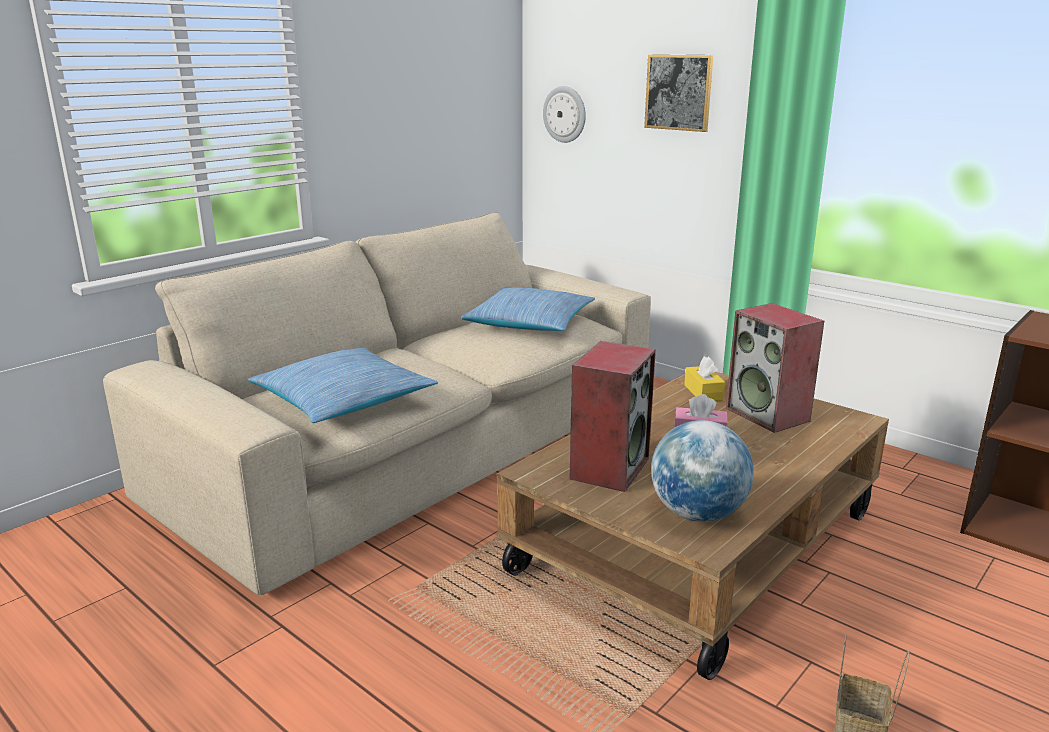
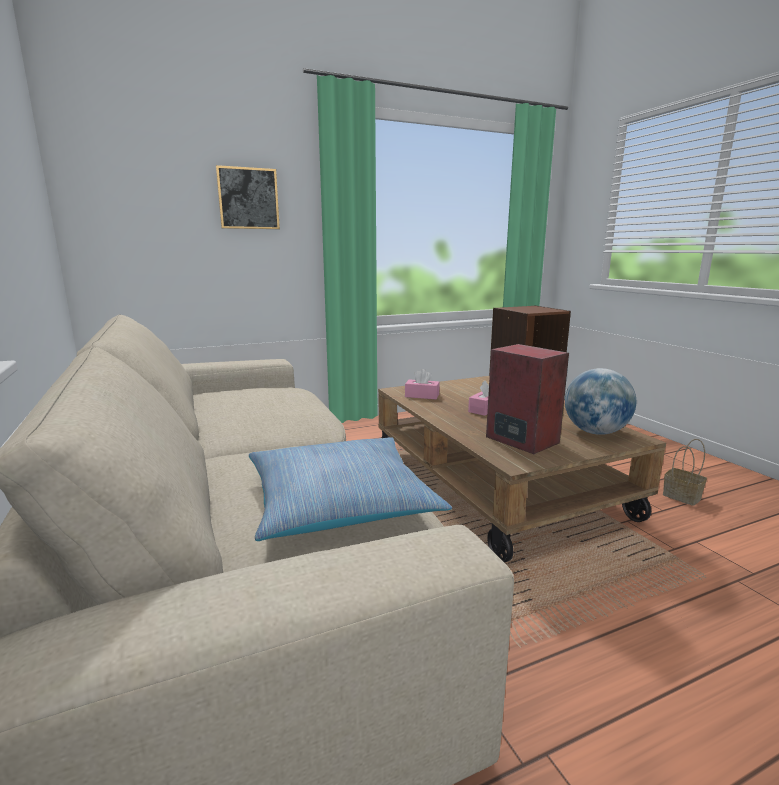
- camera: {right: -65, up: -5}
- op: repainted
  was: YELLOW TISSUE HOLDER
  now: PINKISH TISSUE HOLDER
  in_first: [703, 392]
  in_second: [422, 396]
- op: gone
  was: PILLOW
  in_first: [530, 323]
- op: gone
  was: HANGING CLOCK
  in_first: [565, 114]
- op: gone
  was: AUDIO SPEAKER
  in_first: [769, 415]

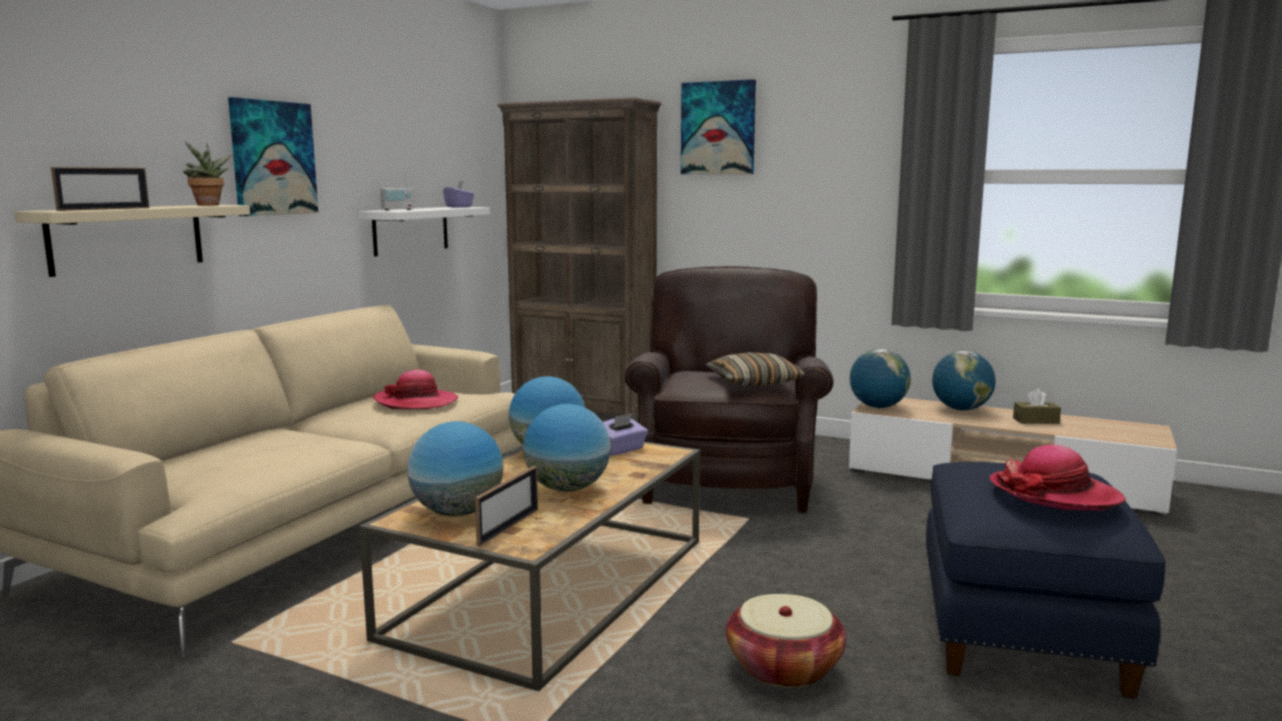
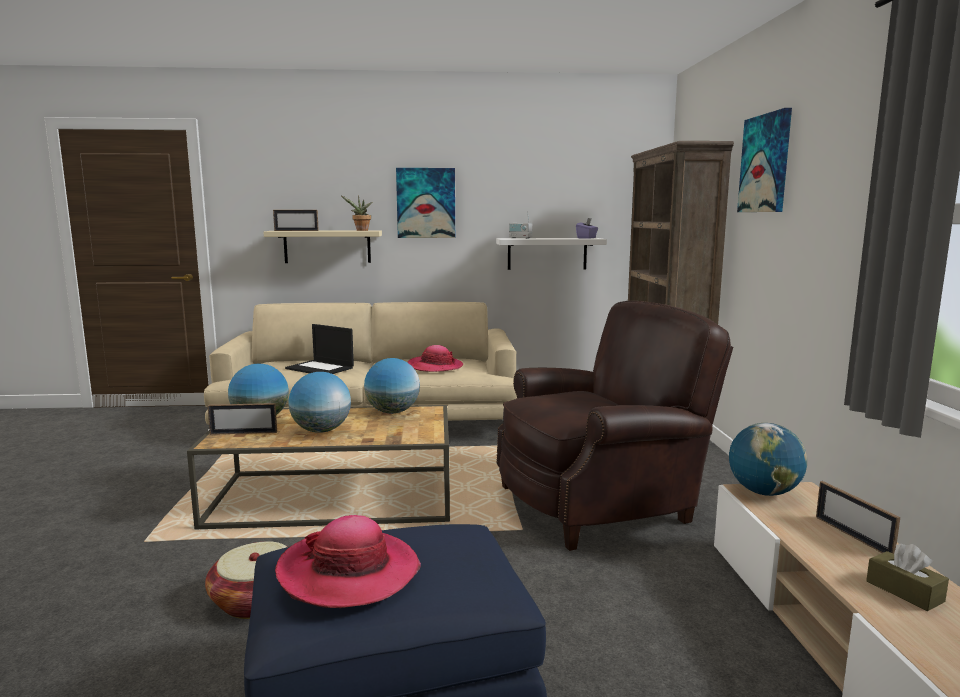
- camera: {right: 60, up: 0}
- op: new
  now: PORTABLE COMPUTER
  in_second: [321, 368]
- op: swapped
  was: GLOBE
  now: PICTURE FRAME
  in_first: [961, 409]
  in_second: [852, 536]
- op: gone
  was: PURPLE TISSUE HOLDER
  in_first: [621, 450]
- op: gone
  was: PILLOW
  in_first: [754, 382]

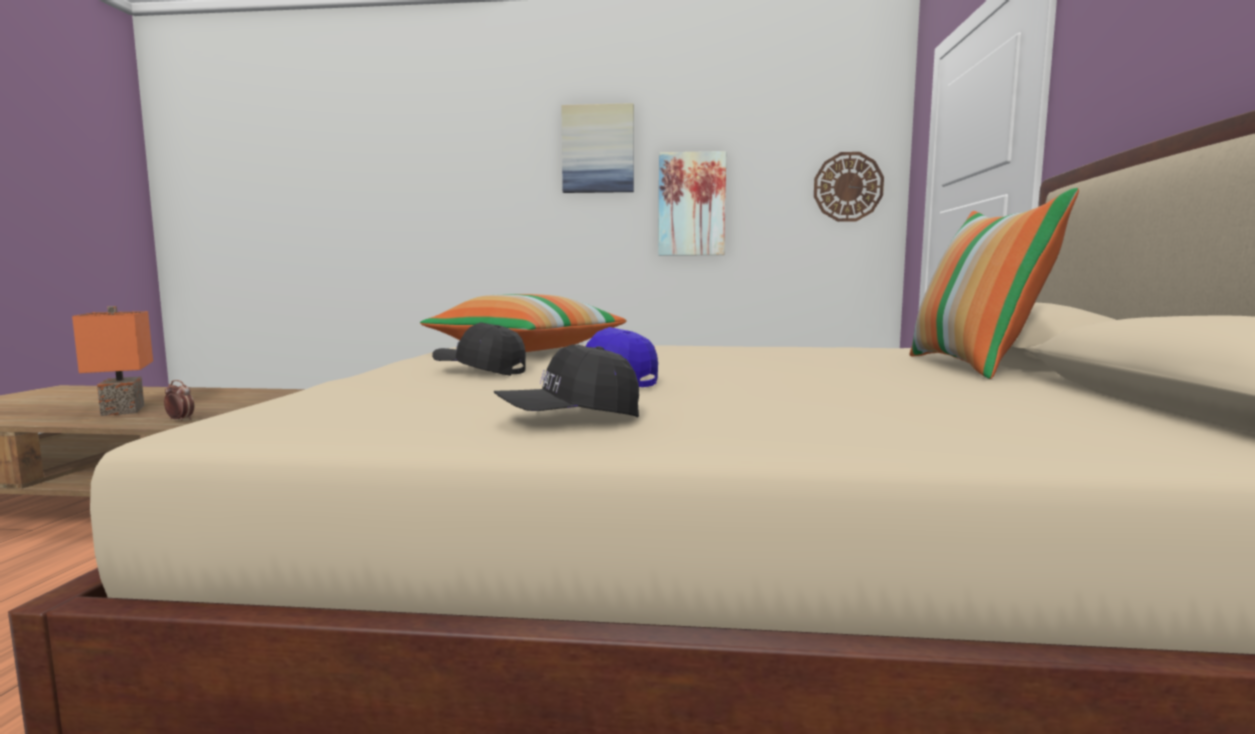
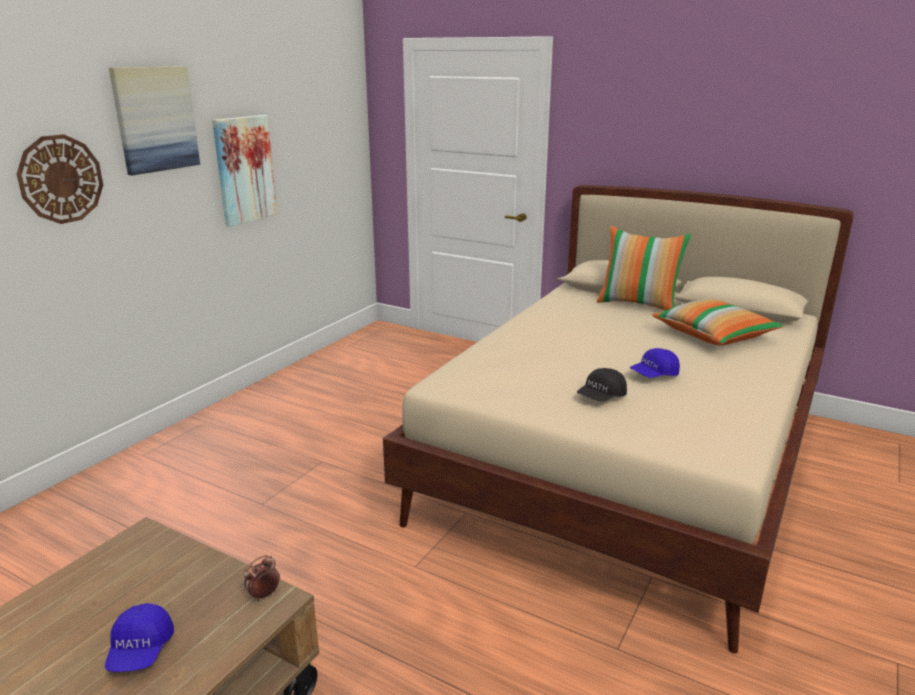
- camera: {right: -65, up: 15}
- op: shifted
  was: HANGING CLOCK
  in_first: [848, 187]
  in_second: [61, 179]
- op: swapped
  was: ORANGE-COLOURED TABLETOP LAMP
  now: BLUE BASEBALL CAP
  in_first: [126, 410]
  in_second: [141, 651]
- op: shifted
  was: PILLOW
  in_first: [526, 349]
  in_second: [714, 336]
- op: gone
  was: BLACK BASEBALL CAP
  in_first: [570, 418]

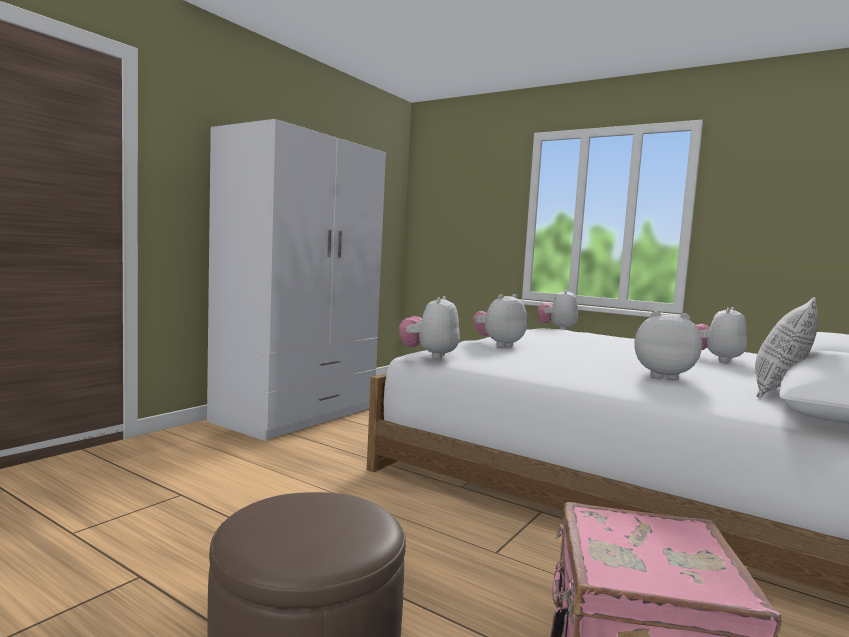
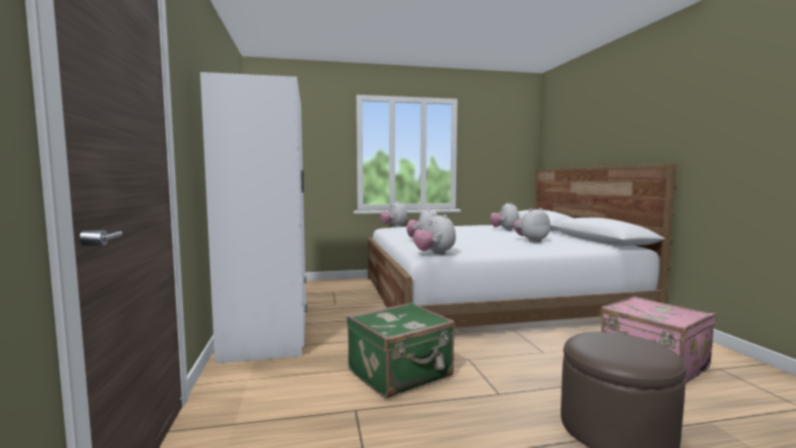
- camera: {right: -45, up: 0}
- op: new
  now: GREEN-COLOURED PIECE OF LUGGAGE
  in_second: [401, 374]
- op: gone
  was: PILLOW
  in_first: [779, 393]

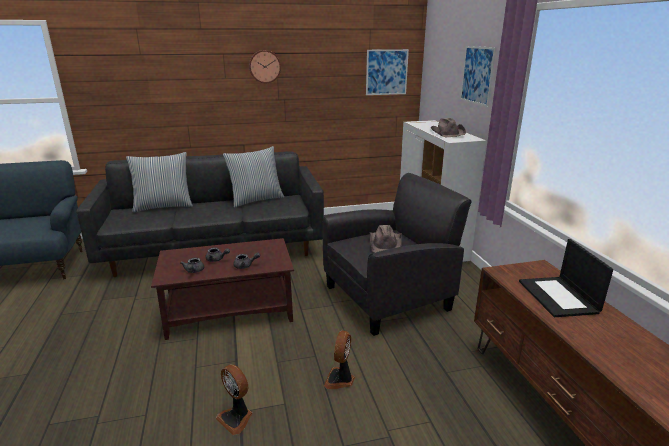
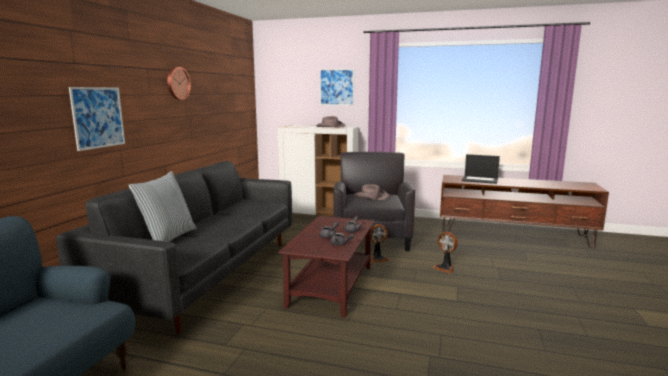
- camera: {right: -60, up: -10}
- op: shifted
  was: WALL PICTURE
  in_first: [386, 72]
  in_second: [98, 117]
- op: shifted
  was: ELECTRIC FAN
  in_first: [236, 418]
  in_second: [378, 258]
- op: gone
  was: PILLOW
  in_first: [256, 200]

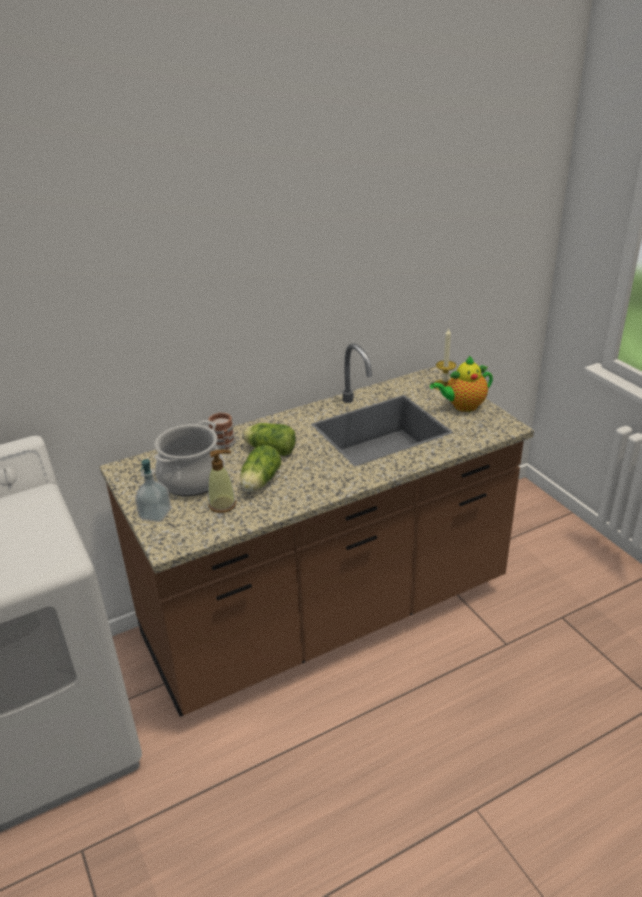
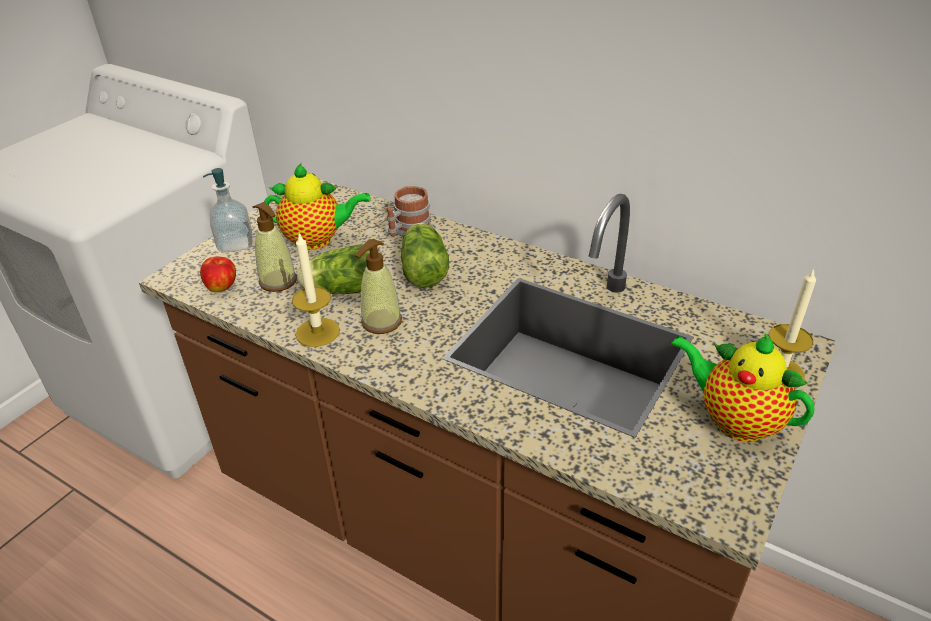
- camera: {right: 60, up: 5}
- op: new
  now: WHOLE APPLE
  in_second: [222, 287]
- op: swapped
  was: SAUCEPOT
  now: POT FOR TEA
  in_first: [192, 480]
  in_second: [317, 240]
- op: new
  now: WAX LIGHT
  in_second: [317, 332]
- op: new
  now: SOAP DISPENSER
  in_second: [381, 322]

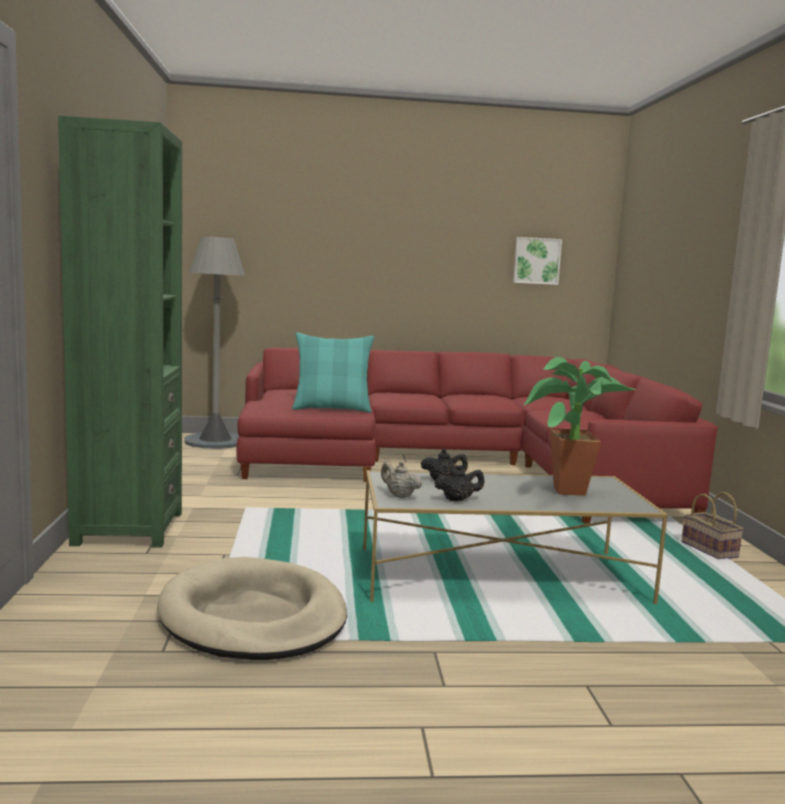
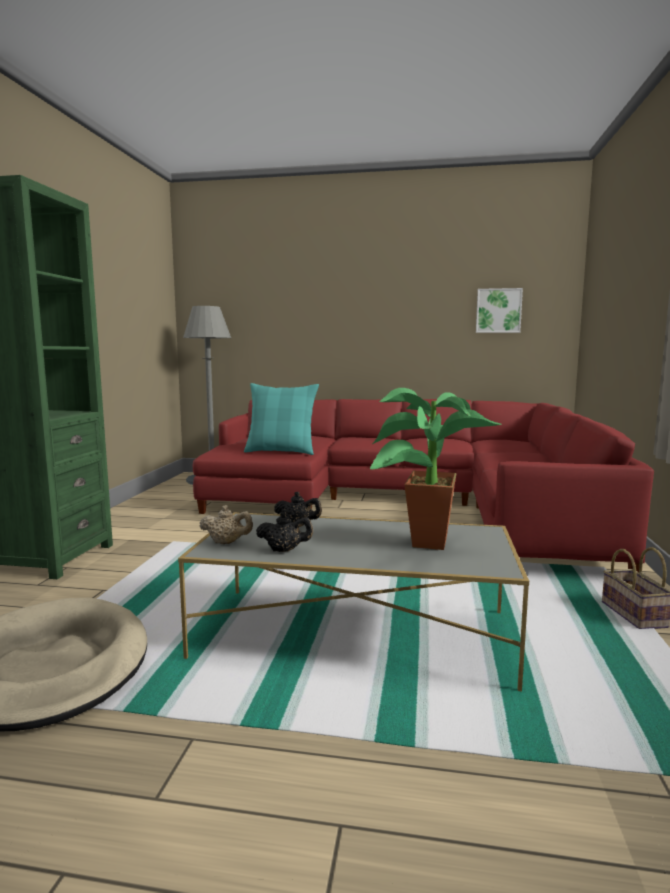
- camera: {right: 15, up: 0}
- op: rotated
  was: SAND-COLOURED POT FOR TEA
  in_first: [399, 495]
  in_second: [227, 543]
  clockwise: 135

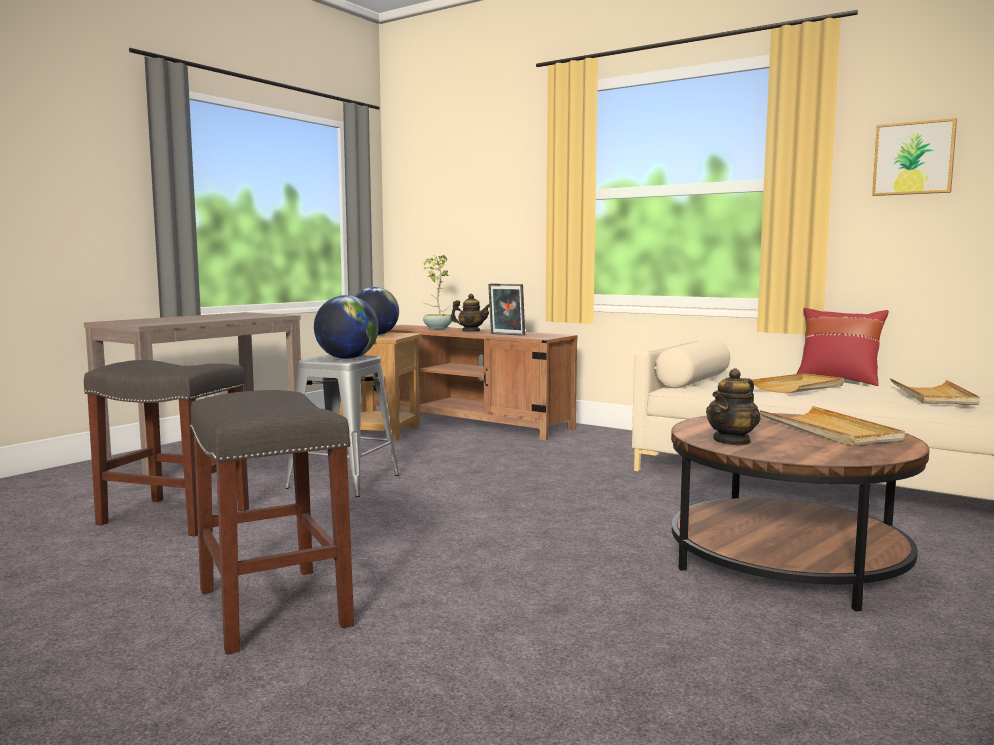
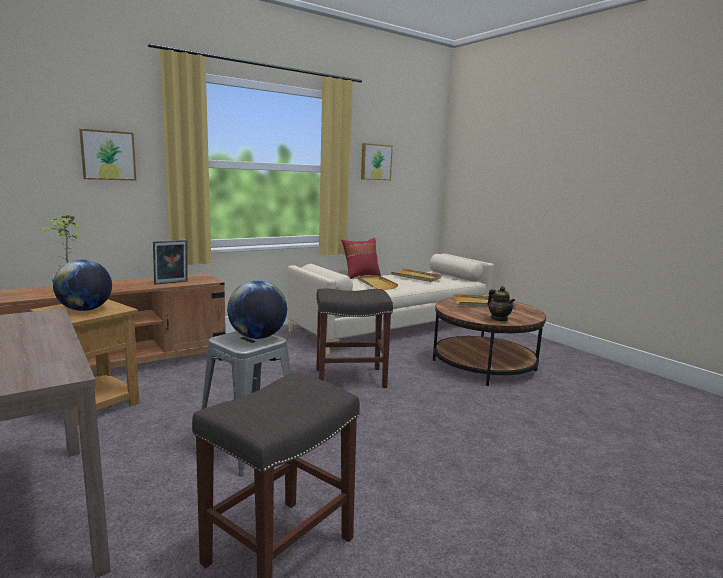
- camera: {right: -70, up: 5}
- op: new
  now: WALL PICTURE
  in_second: [108, 155]
- op: shifted
  was: GRAY SITTING STOOL
  in_first: [271, 607]
  in_second: [349, 378]
- op: gone
  was: POT FOR TEA
  in_first: [471, 331]

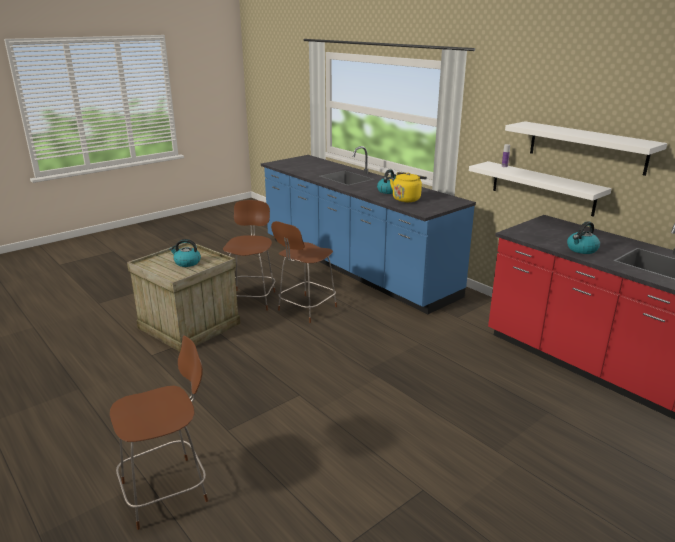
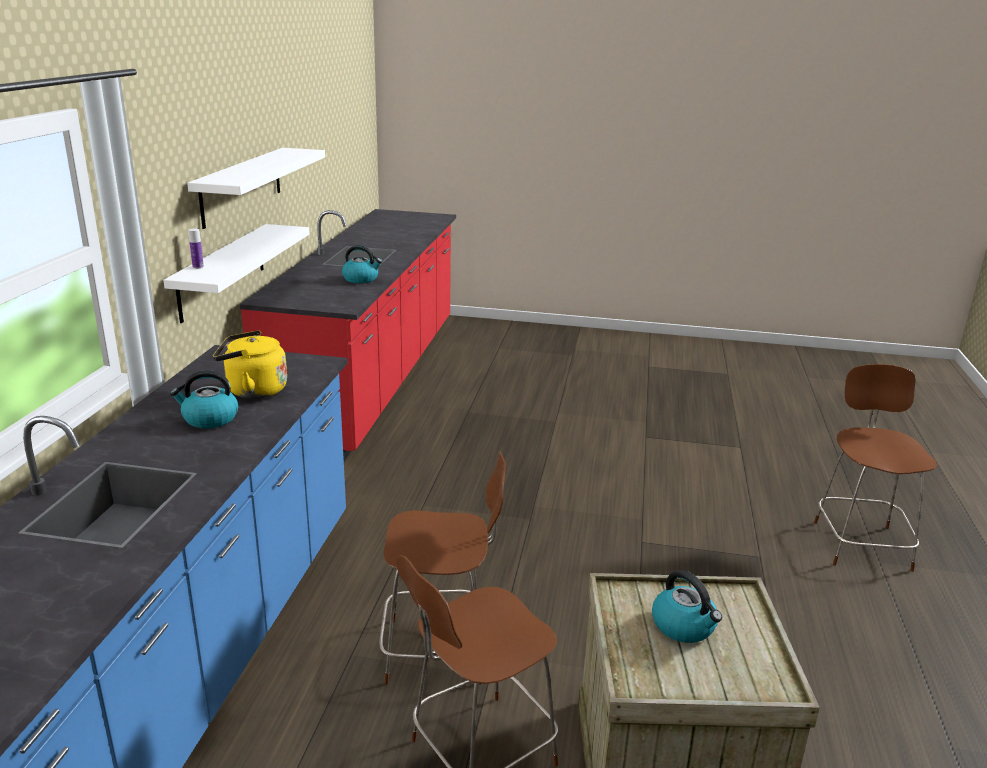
- camera: {right: -130, up: 0}
- op: rotated
  was: BROWN UPRIGHT CHAIR
  in_first: [168, 490]
  in_second: [860, 543]
  clockwise: 75

